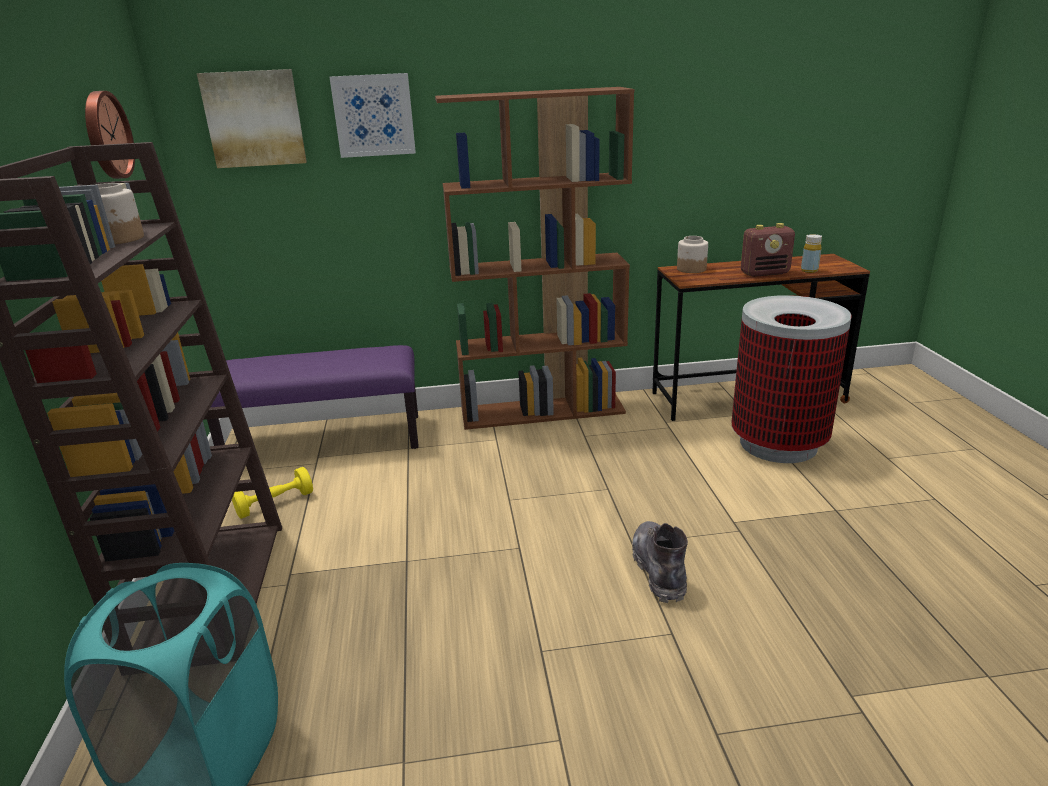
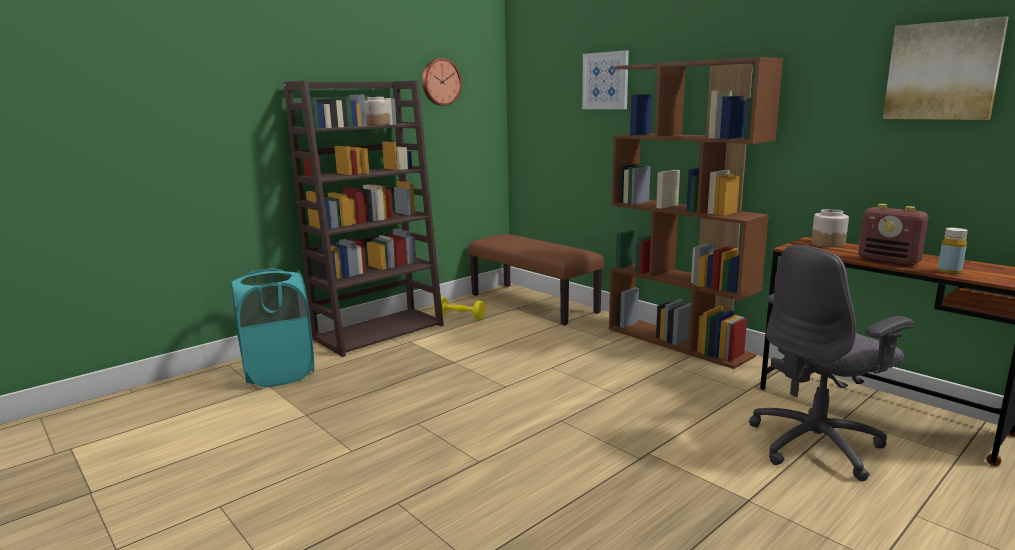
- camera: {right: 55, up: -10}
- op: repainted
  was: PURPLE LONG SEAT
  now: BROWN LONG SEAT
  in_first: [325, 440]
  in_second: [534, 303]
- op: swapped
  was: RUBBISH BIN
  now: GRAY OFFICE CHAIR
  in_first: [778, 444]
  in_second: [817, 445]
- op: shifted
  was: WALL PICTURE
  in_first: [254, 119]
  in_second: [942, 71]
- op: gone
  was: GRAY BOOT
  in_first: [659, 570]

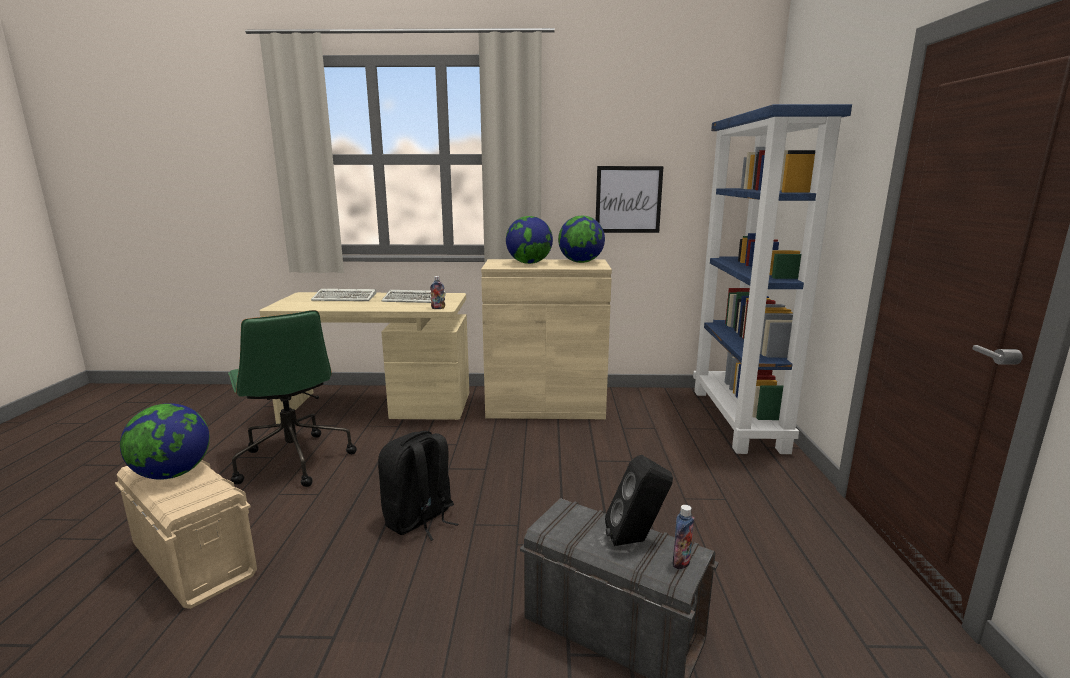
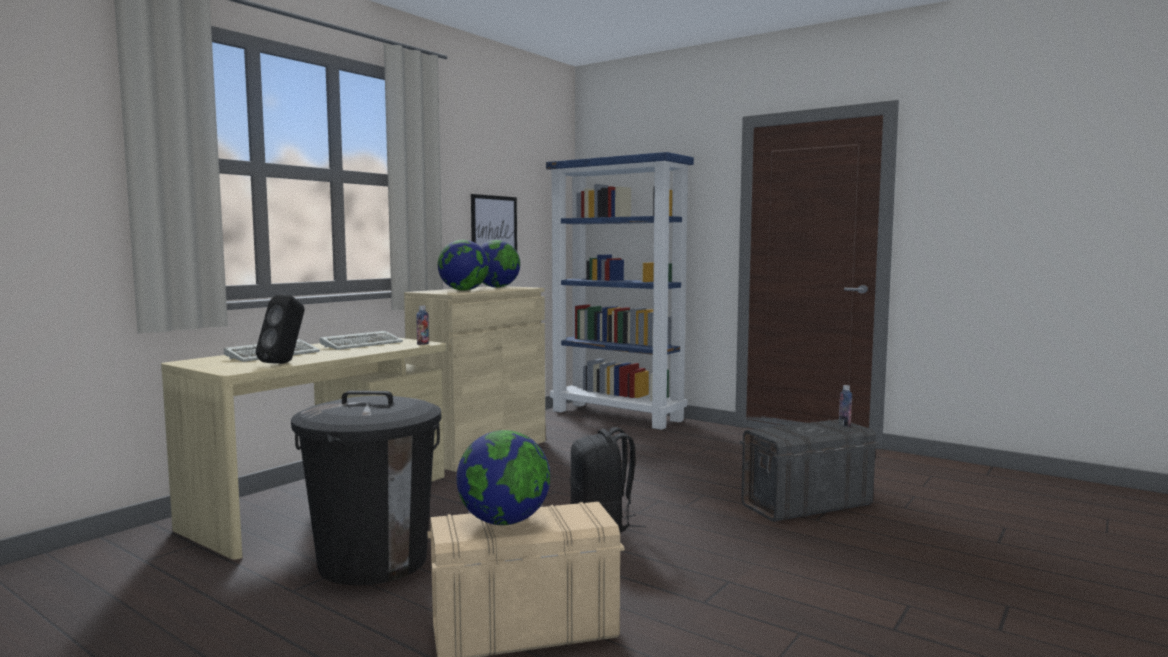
- camera: {right: -55, up: -10}
- op: shifted
  was: BLACK AUDIO SPEAKER
  in_first: [636, 541]
  in_second: [284, 363]
- op: swapped
  was: GREEN-COLOURED OFFICE CHAIR
  now: BLACK RUBBISH BIN
  in_first: [293, 460]
  in_second: [373, 561]

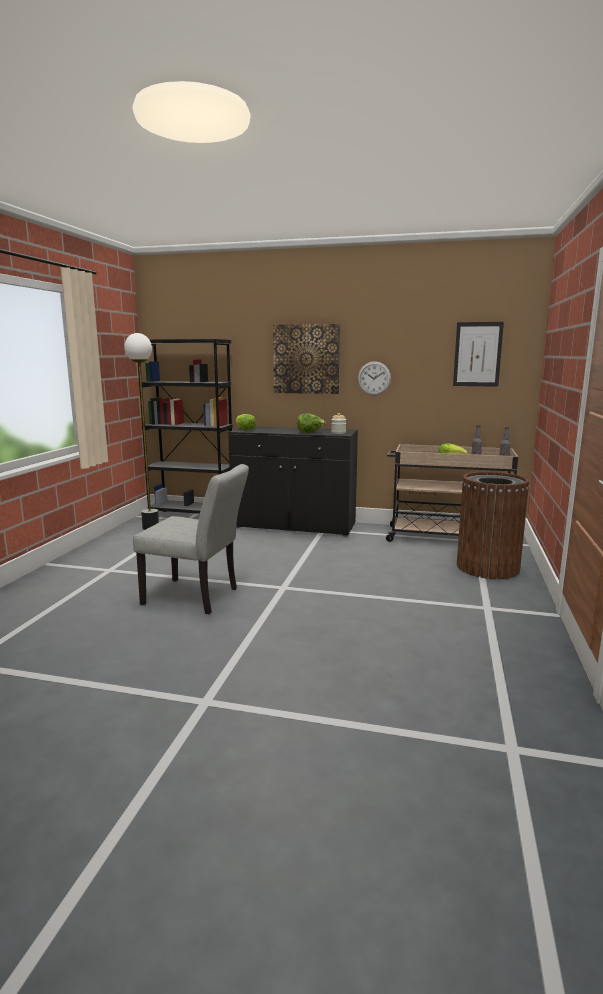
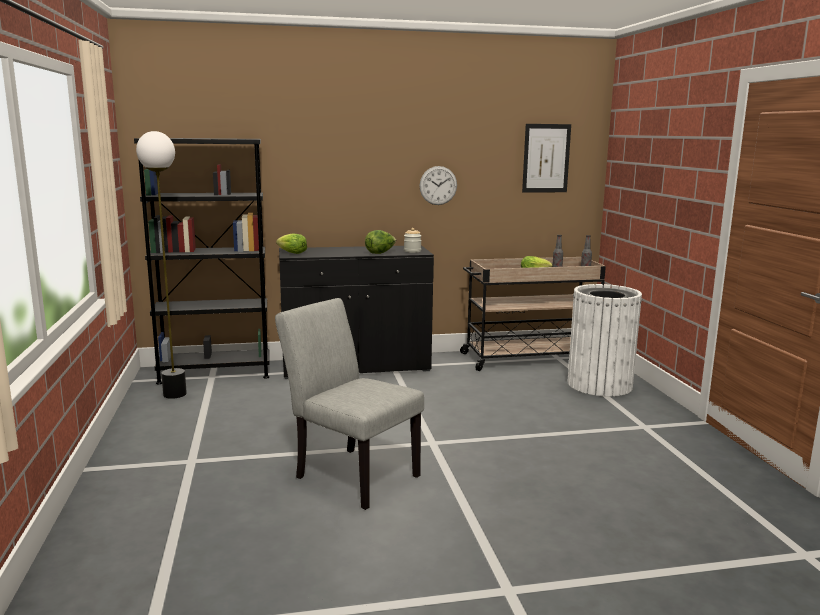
- camera: {right: -25, up: 0}
- op: rotated
  was: GRAY UPRIGHT CHAIR
  in_first: [197, 597]
  in_second: [350, 474]
  clockwise: -135
- op: repainted
  was: BROWN RUBBISH BIN
  now: WHITISH RUBBISH BIN
  in_first: [487, 567]
  in_second: [599, 384]
- op: gone
  was: WALL PICTURE
  in_first: [306, 359]

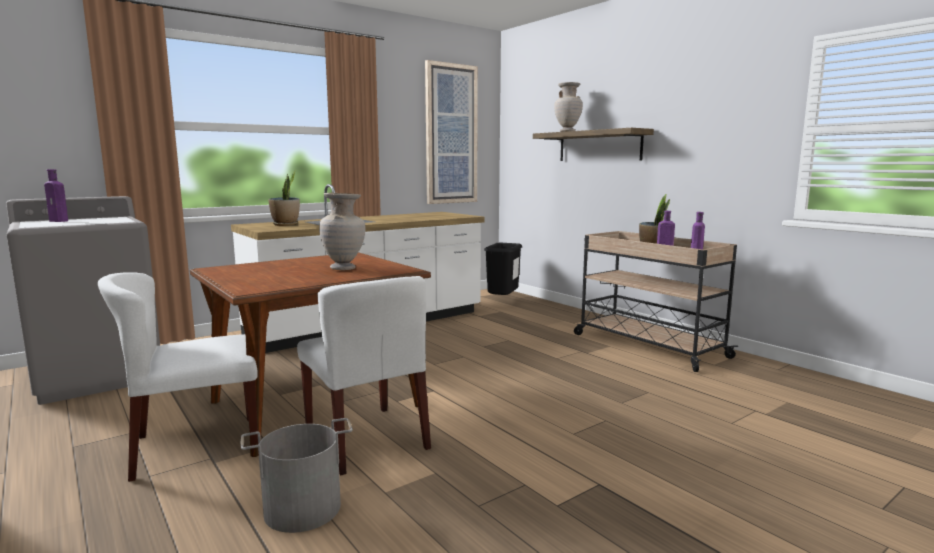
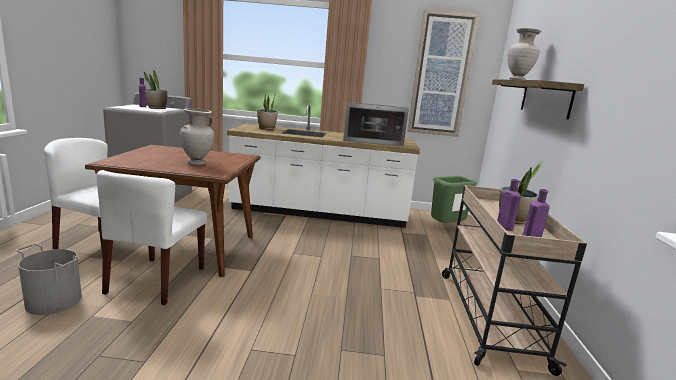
- camera: {right: 40, up: 5}
- op: new
  now: PLANT IN A POT
  in_second: [156, 108]
- op: new
  now: MICROWAVE OVEN
  in_second: [372, 141]
- op: repainted
  was: BLACK RUBBISH BIN
  now: GREEN-COLOURED RUBBISH BIN
  in_first: [503, 302]
  in_second: [446, 228]

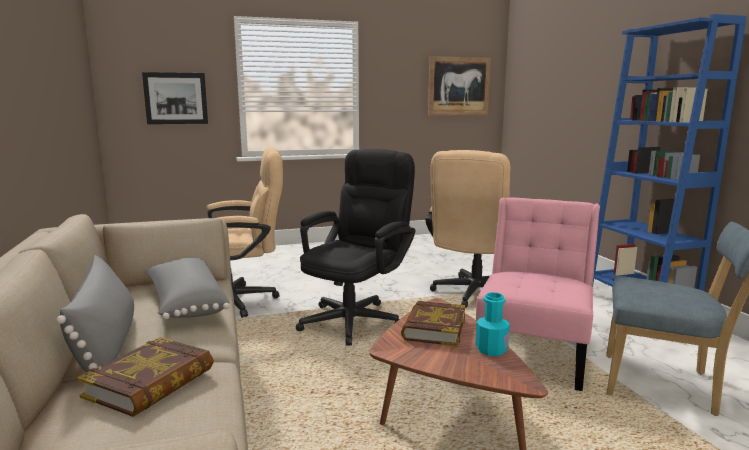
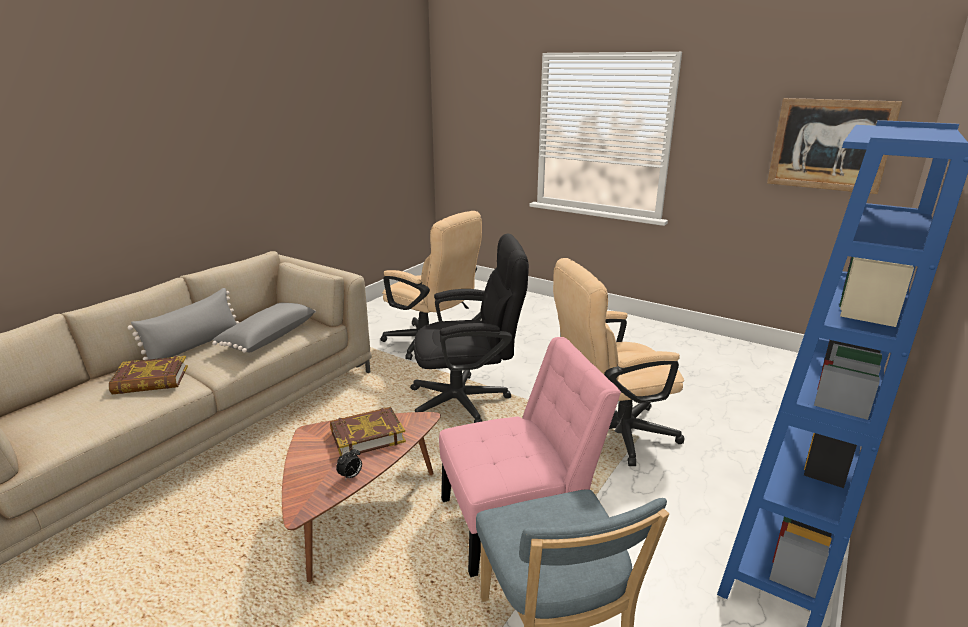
- camera: {right: 50, up: 10}
- op: swapped
  was: TURQUOISE-COLOURED DRINK BOTTLE
  now: TABLE CLOCK
  in_first: [491, 349]
  in_second: [351, 476]
- op: gone
  was: WALL PICTURE
  in_first: [176, 98]

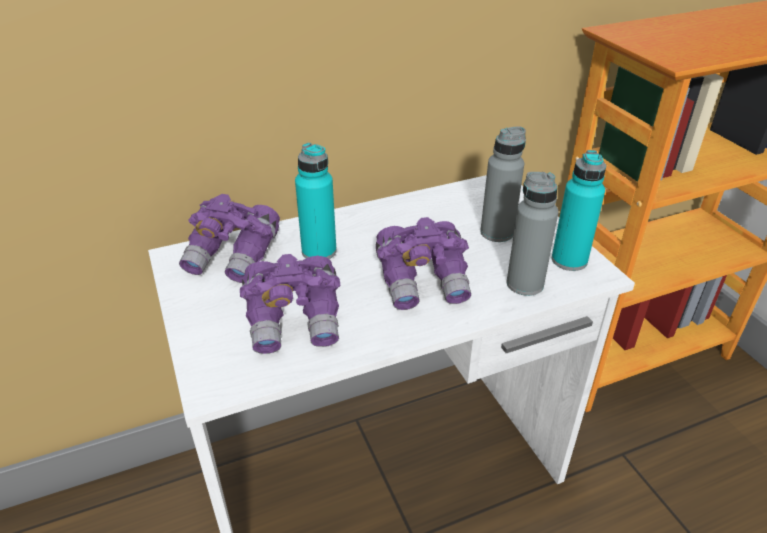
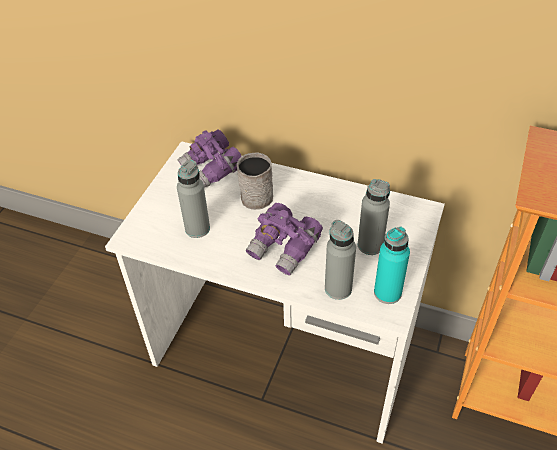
- camera: {right: 45, up: 10}
- op: swapped
  was: PURPLE PAIR OF BINOCULARS
  now: GRAY DRINK BOTTLE
  in_first: [295, 322]
  in_second: [197, 228]
- op: swapped
  was: TURQUOISE-COLOURED DRINK BOTTLE
  now: GRAY COFFEE MUG
  in_first: [319, 251]
  in_second: [256, 193]

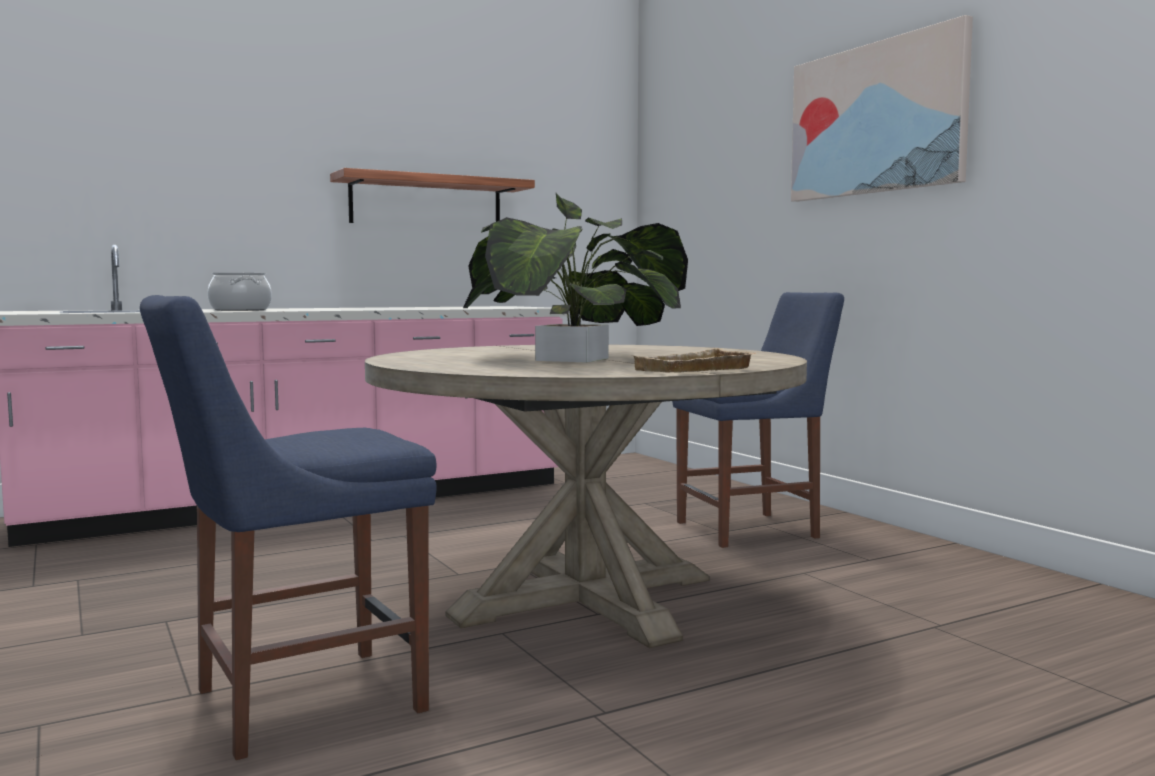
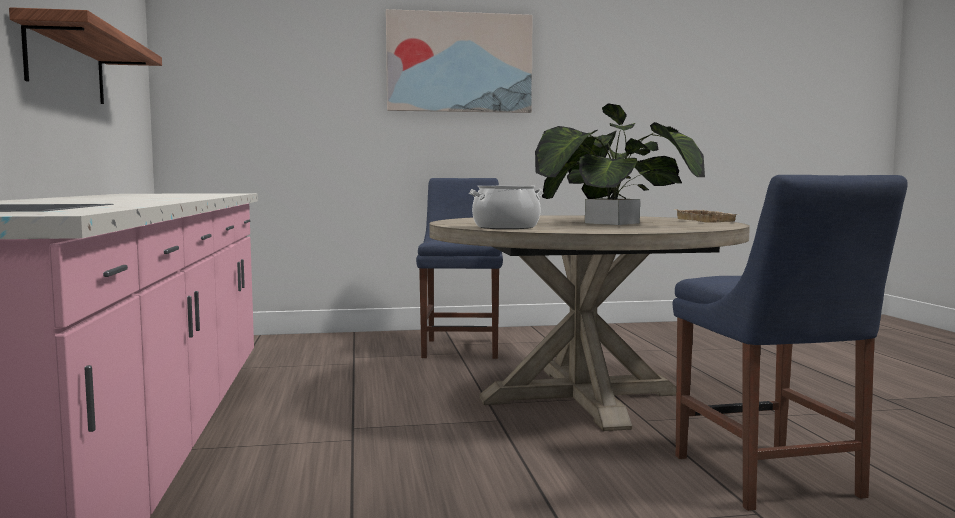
- camera: {right: -70, up: 0}
- op: shifted
  was: SAUCEPOT
  in_first: [240, 310]
  in_second: [506, 227]

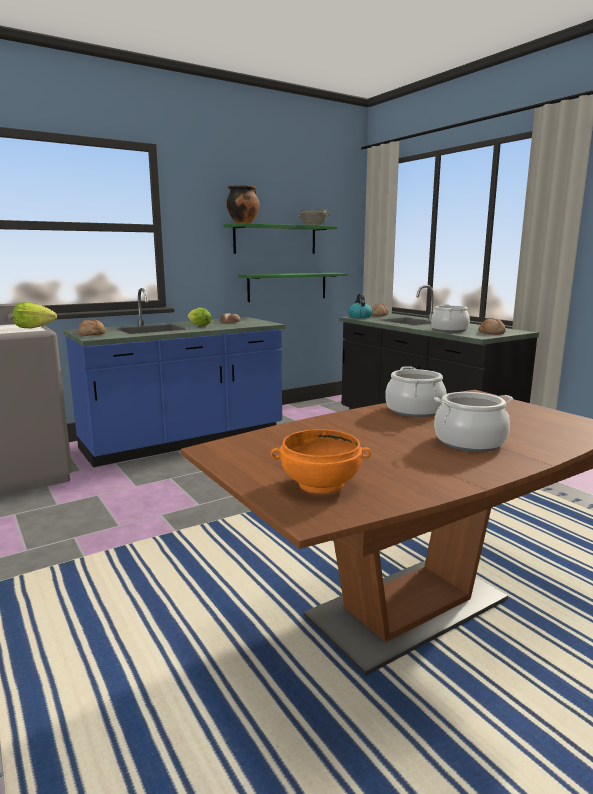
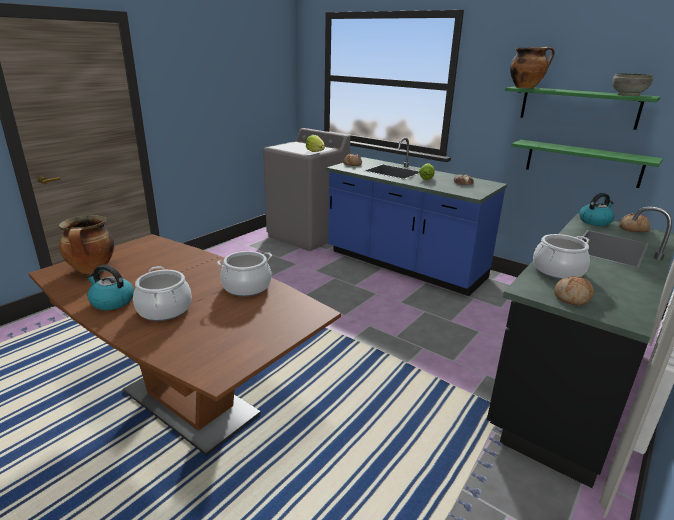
- camera: {right: 70, up: 10}
- op: swapped
  was: ORANGE-COLOURED BOWL
  now: SAUCEPOT
  in_first: [320, 484]
  in_second: [92, 270]
- op: new
  now: TEA KETTLE
  in_second: [111, 301]

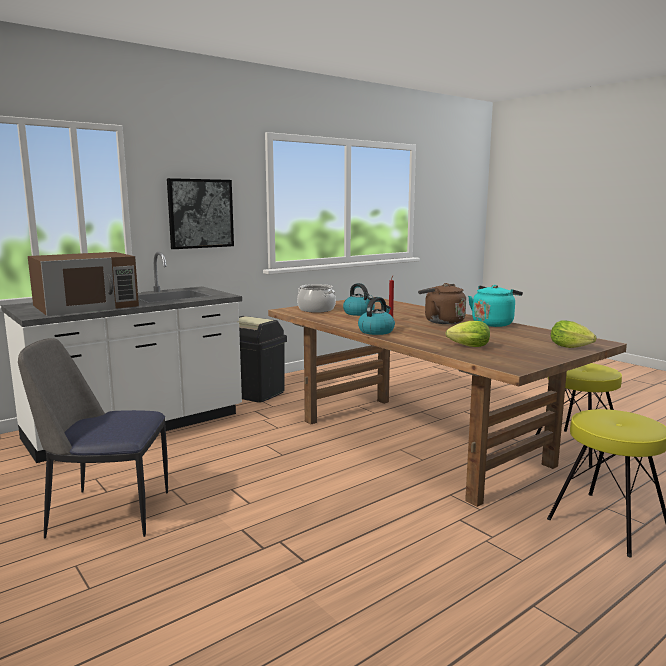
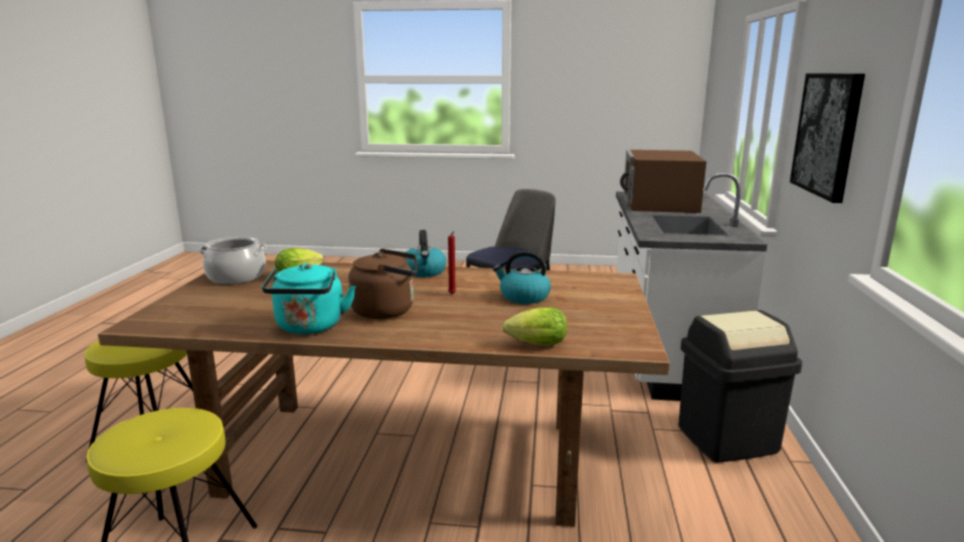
- camera: {right: 135, up: 5}
- op: shifted
  was: SAUCEPOT
  in_first: [316, 309]
  in_second: [236, 277]
- op: shifted
  was: HEAD OF LETTUCE
  in_first: [572, 348]
  in_second: [533, 344]

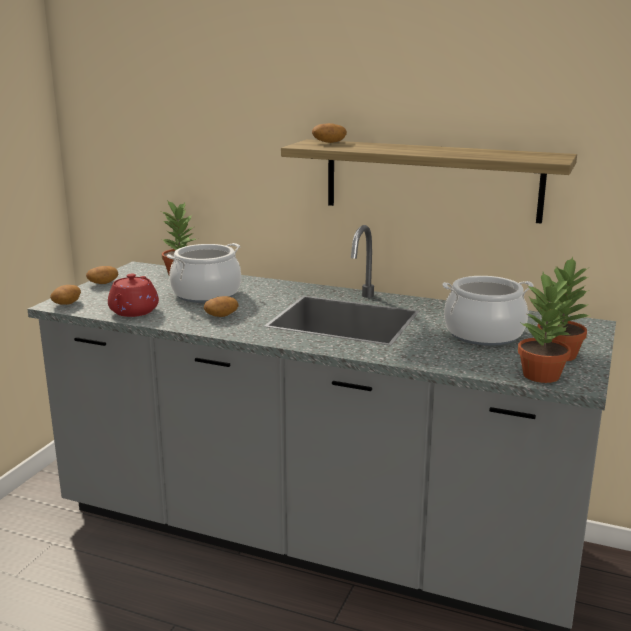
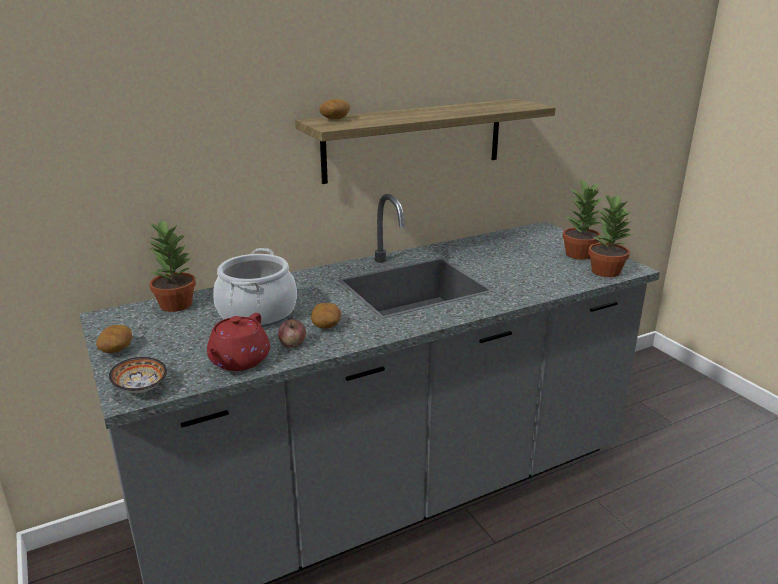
- camera: {right: -50, up: 5}
- op: swapped
  was: POTATO
  now: BOWL
  in_first: [67, 304]
  in_second: [140, 389]
- op: rotated
  was: REDDISH POT FOR TEA
  in_first: [133, 312]
  in_second: [238, 361]
  clockwise: 60
- op: new
  now: WHOLE APPLE
  in_second: [292, 344]
- op: gone
  was: SAUCEPOT
  in_first: [484, 334]

